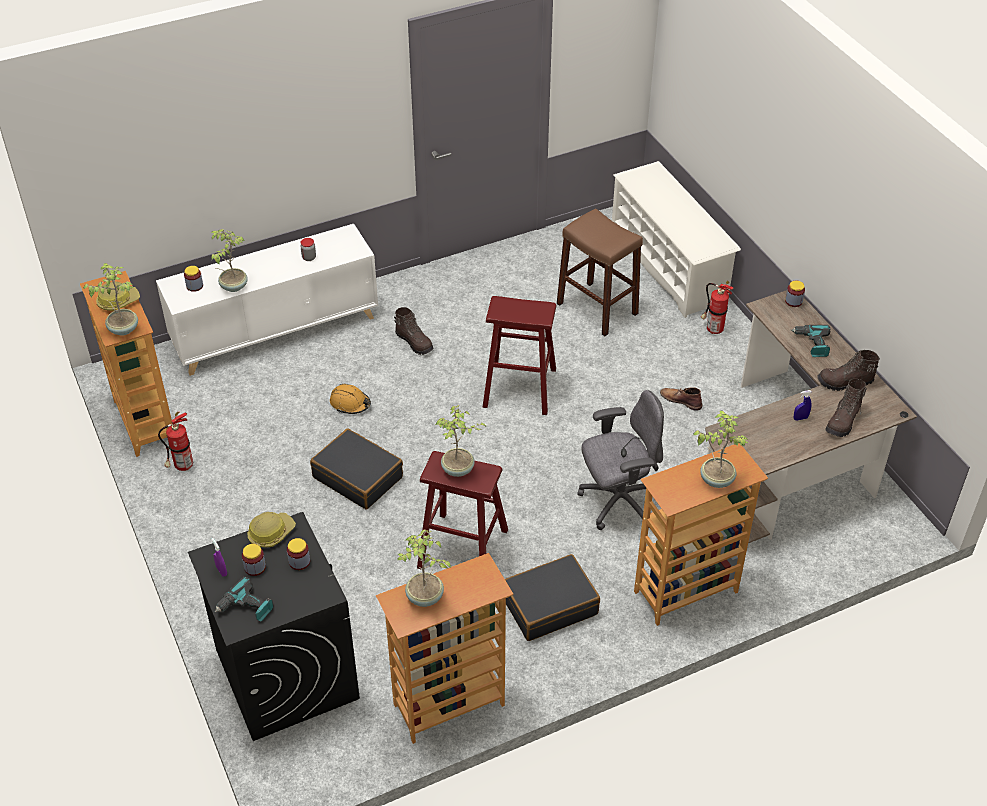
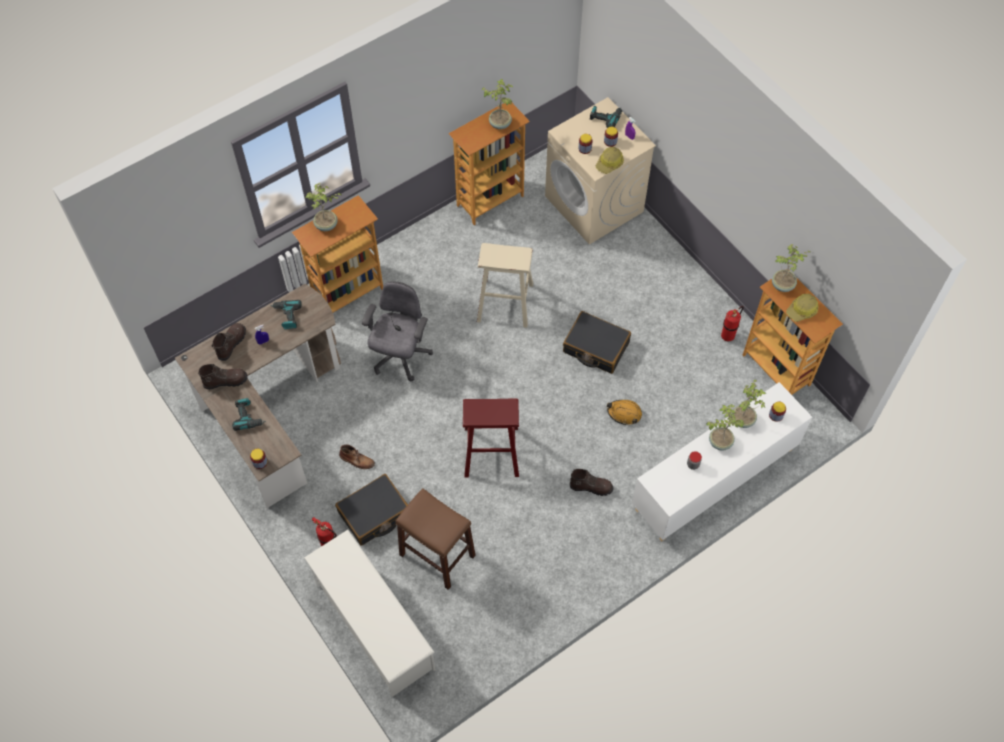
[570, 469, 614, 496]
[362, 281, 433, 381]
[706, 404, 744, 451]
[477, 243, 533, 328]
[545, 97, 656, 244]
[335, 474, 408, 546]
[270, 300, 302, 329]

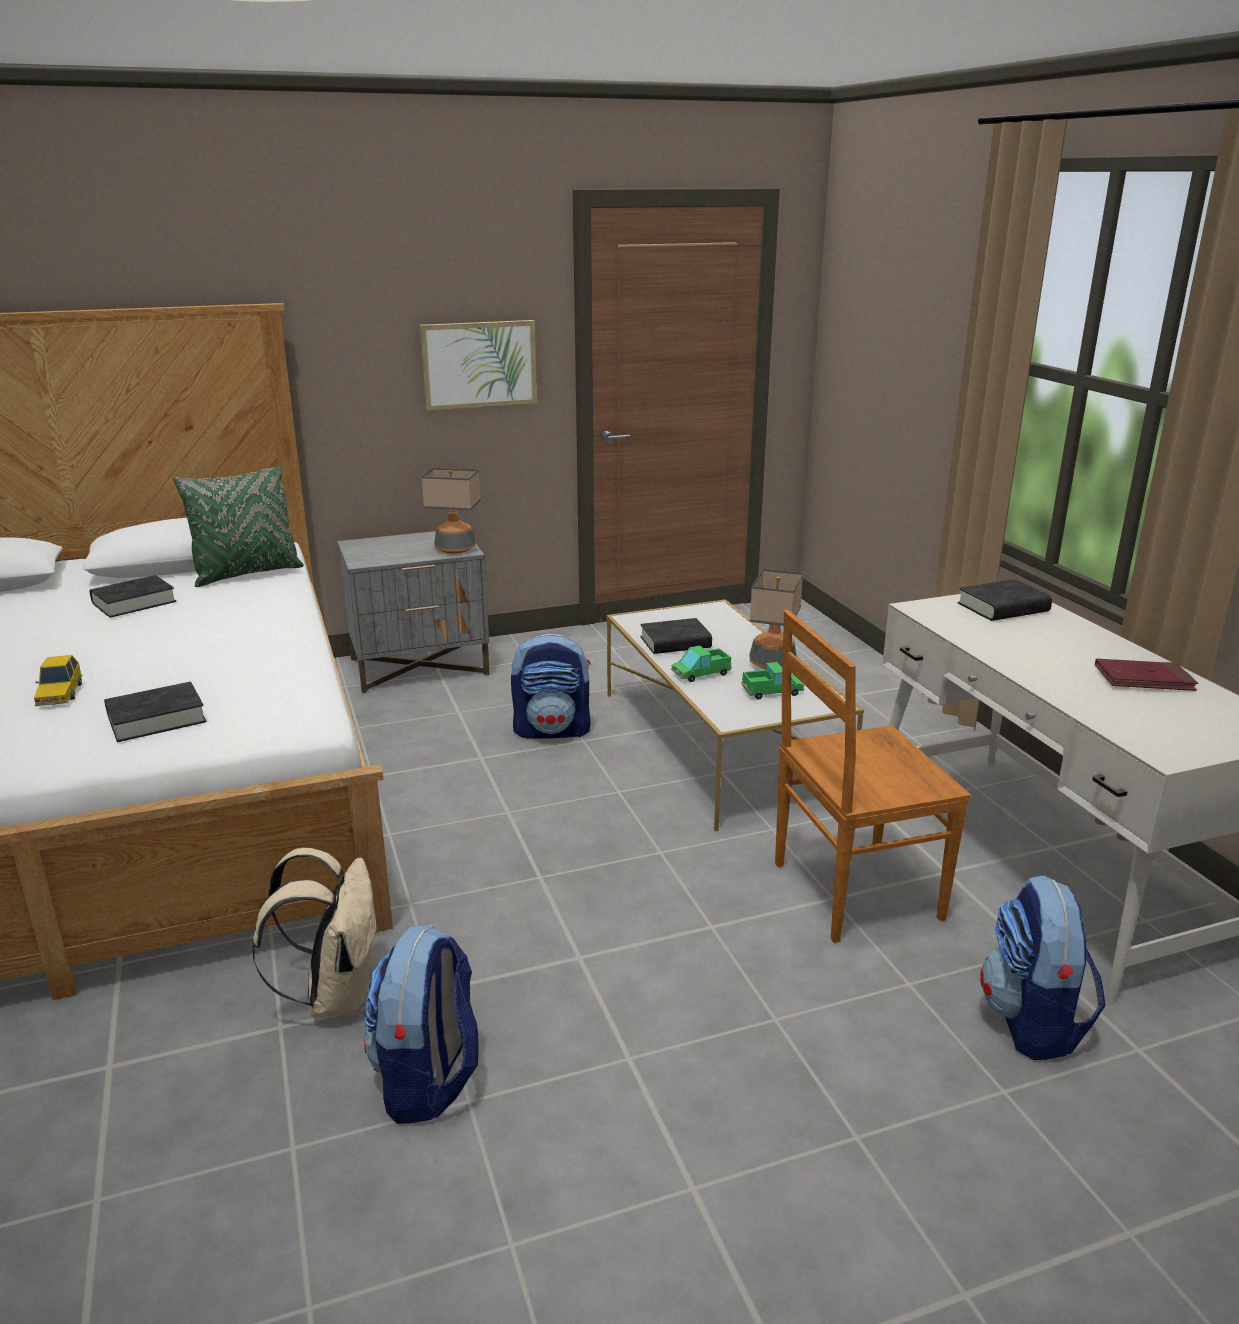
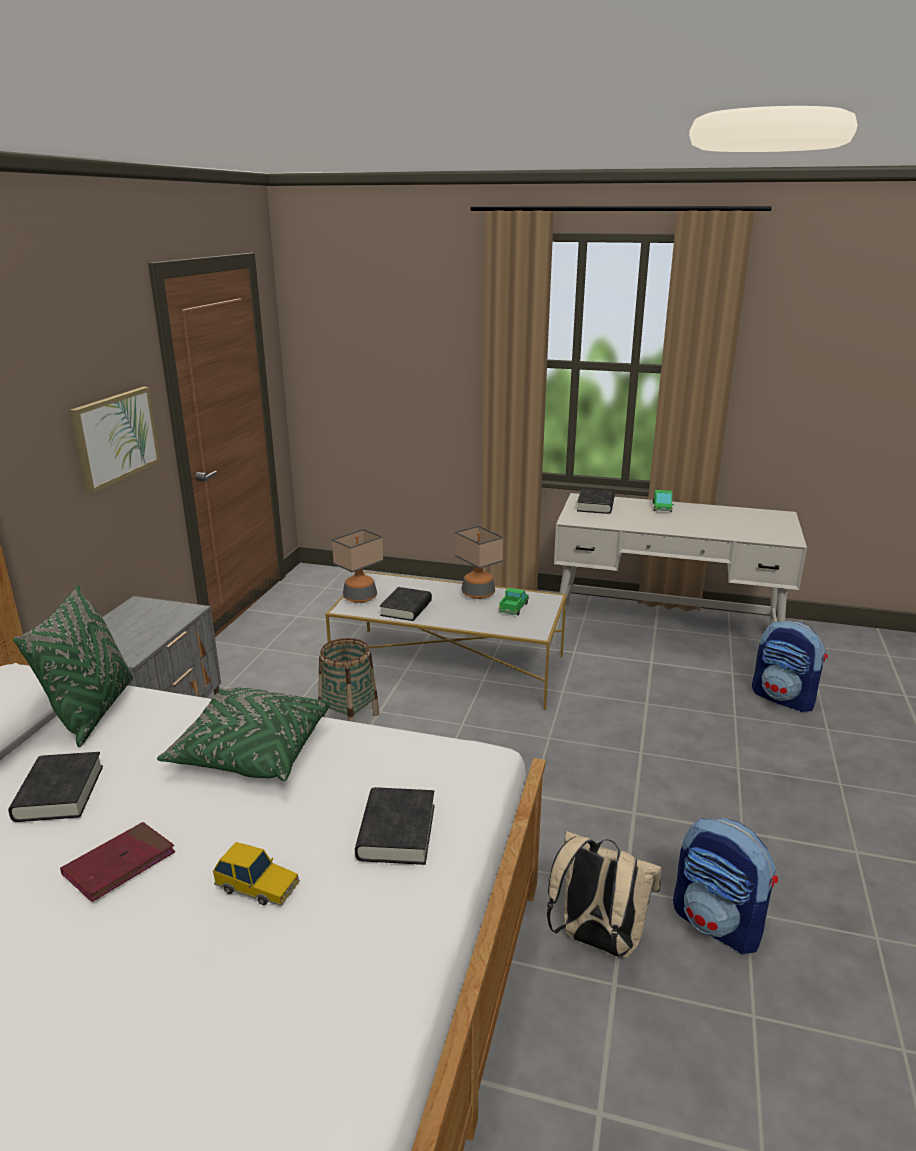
[332, 529, 383, 603]
[775, 610, 971, 943] (first image)
[318, 638, 379, 722]
[653, 490, 674, 512]
[60, 822, 175, 902]
[157, 688, 331, 781]

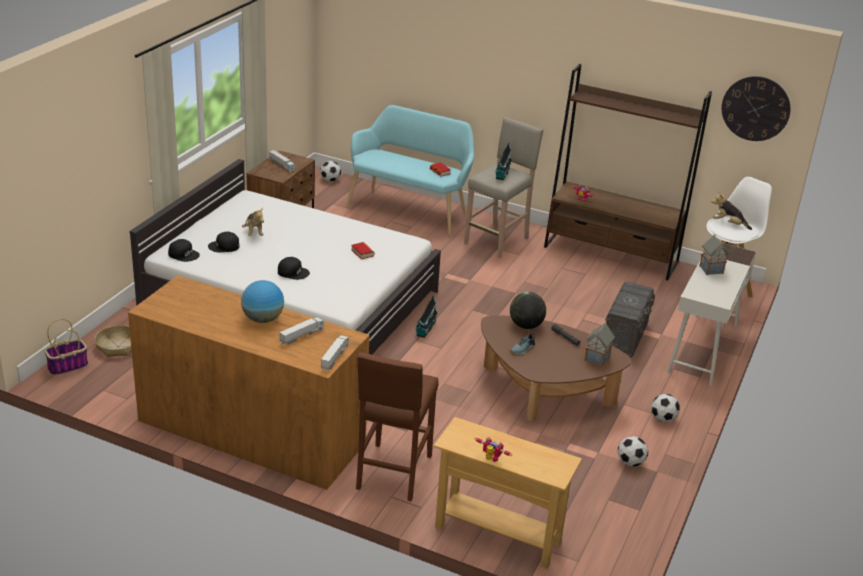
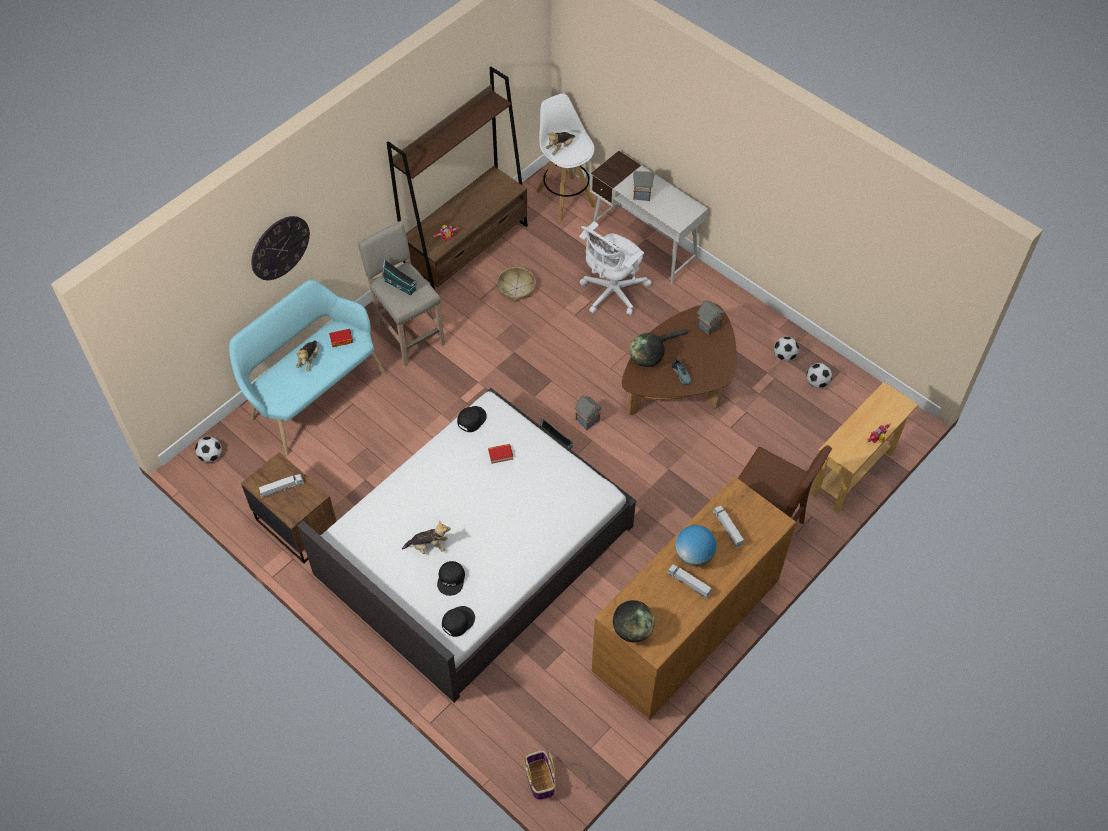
[251, 216, 310, 280]
[457, 406, 487, 432]
[579, 222, 651, 315]
[497, 267, 536, 302]
[667, 564, 712, 598]
[807, 363, 832, 388]
[296, 340, 319, 371]
[575, 395, 602, 430]
[613, 600, 654, 642]

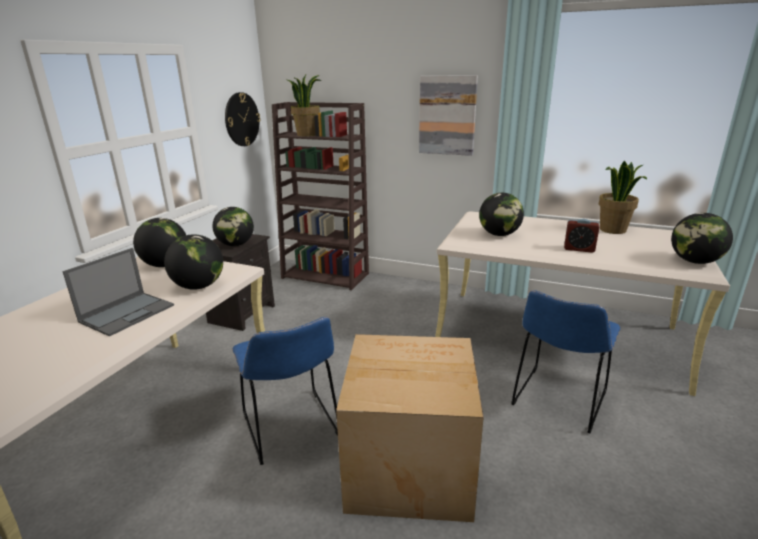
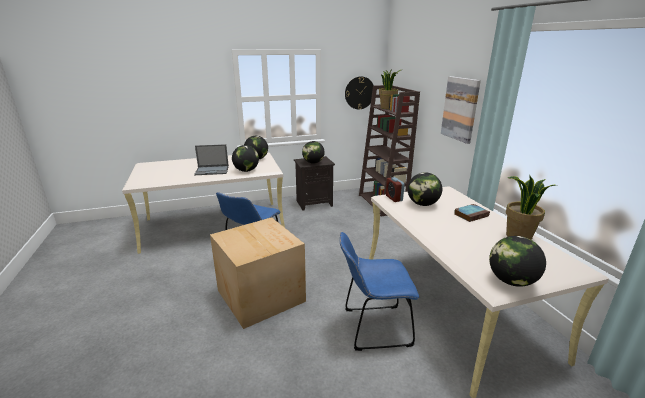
[386, 177, 405, 202]
[454, 204, 490, 222]

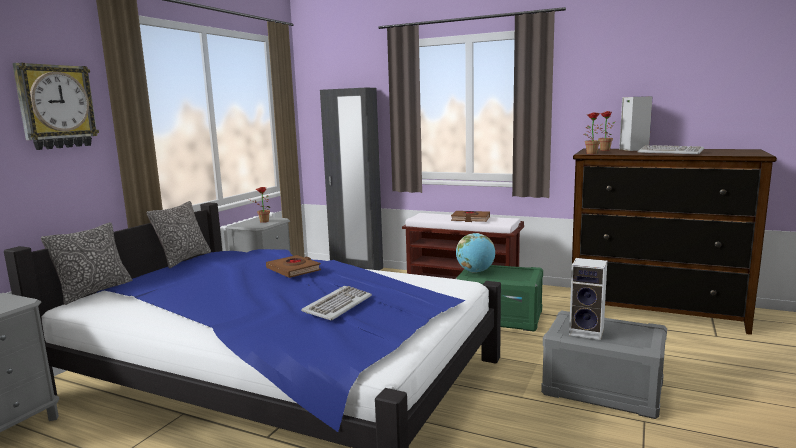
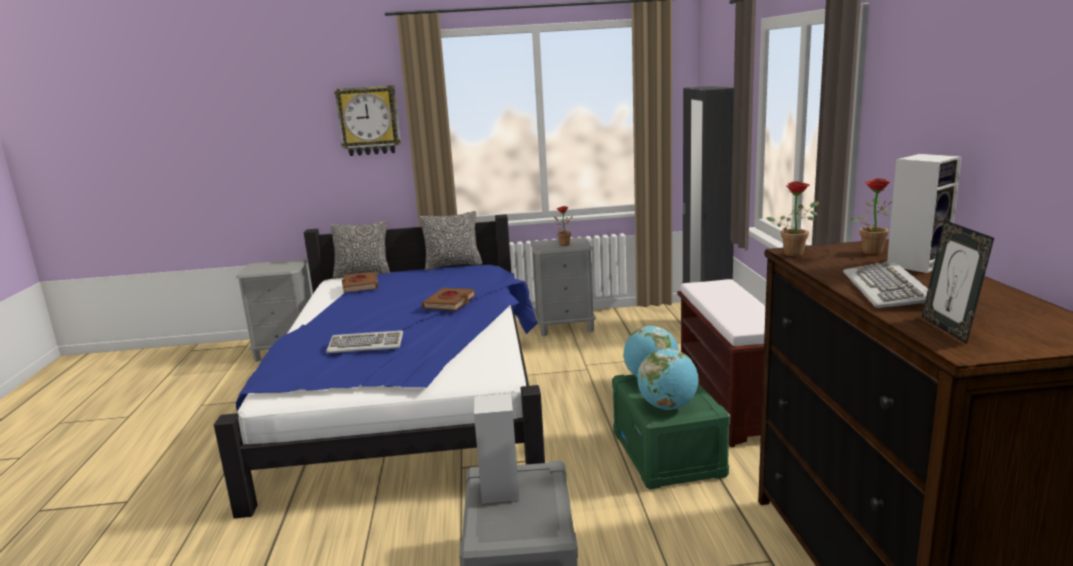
[342, 272, 378, 293]
[922, 220, 994, 344]
[637, 349, 699, 410]

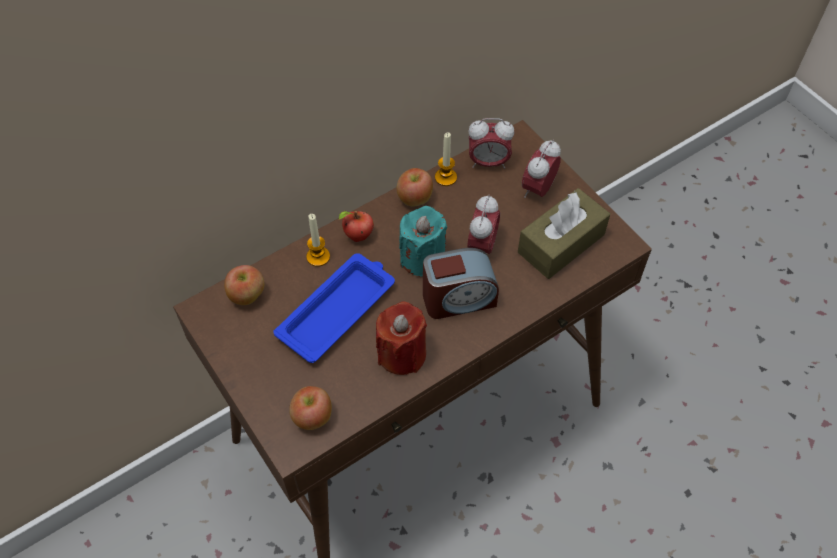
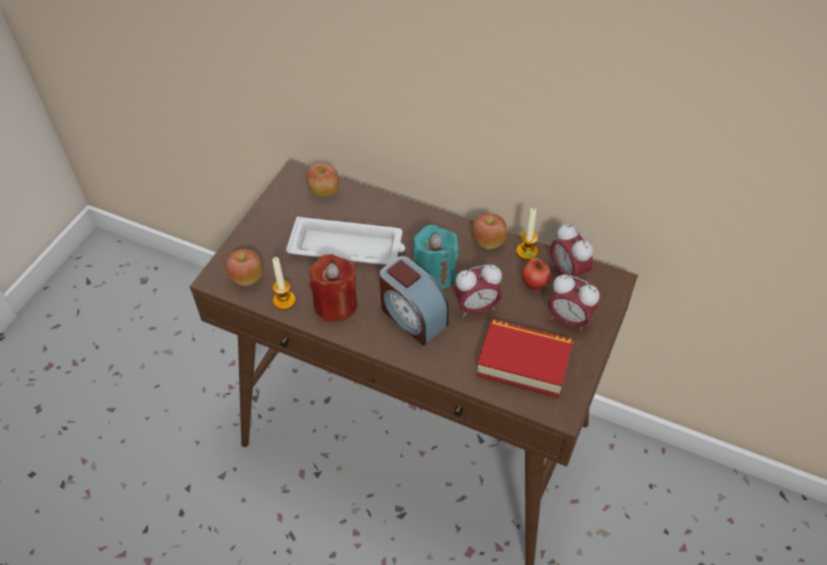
[548, 275, 600, 332]
[476, 319, 573, 398]
[520, 251, 551, 290]
[272, 257, 296, 310]
[286, 216, 405, 265]

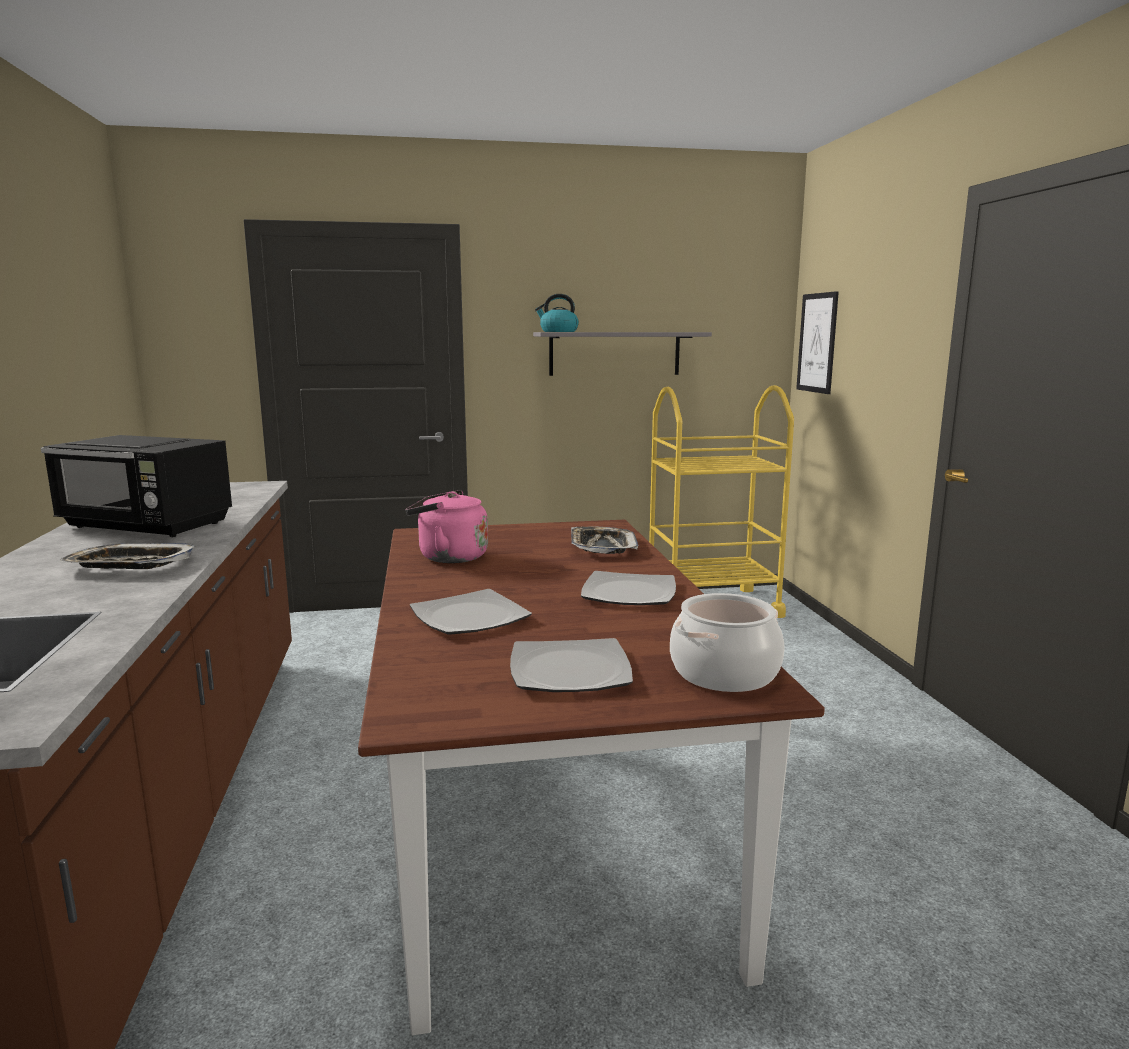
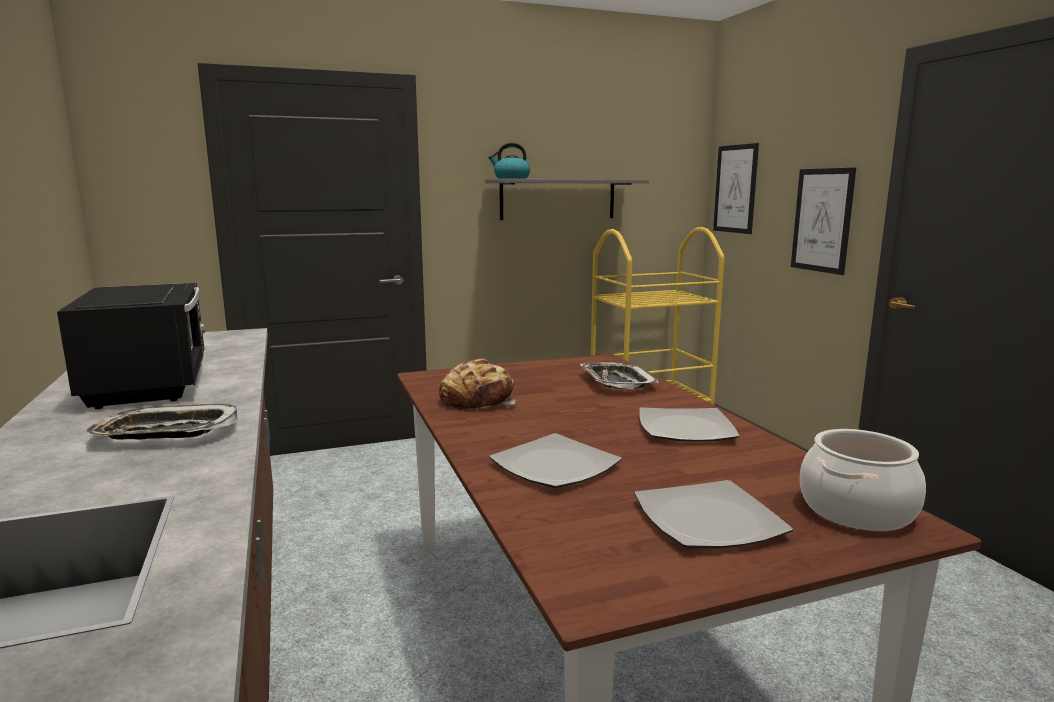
[57, 283, 205, 409]
[439, 359, 517, 411]
[791, 168, 856, 275]

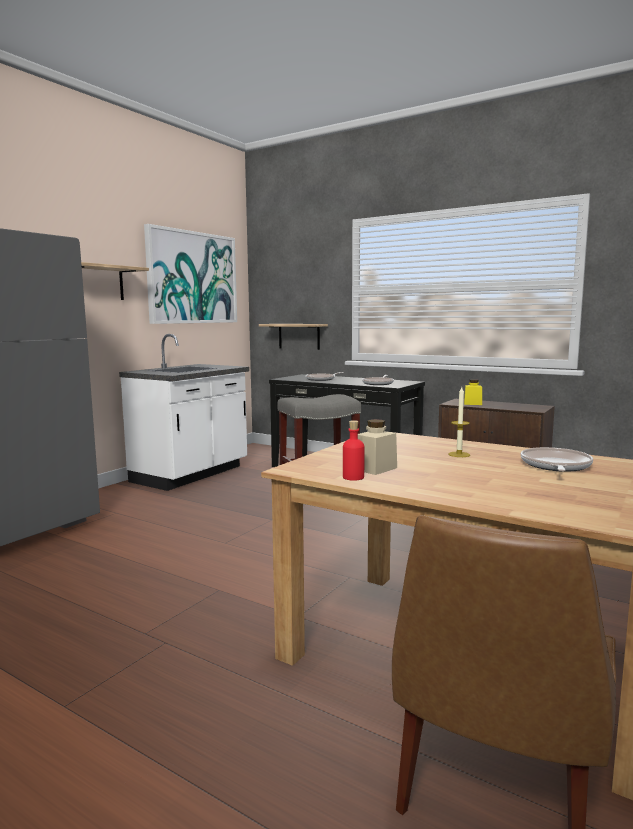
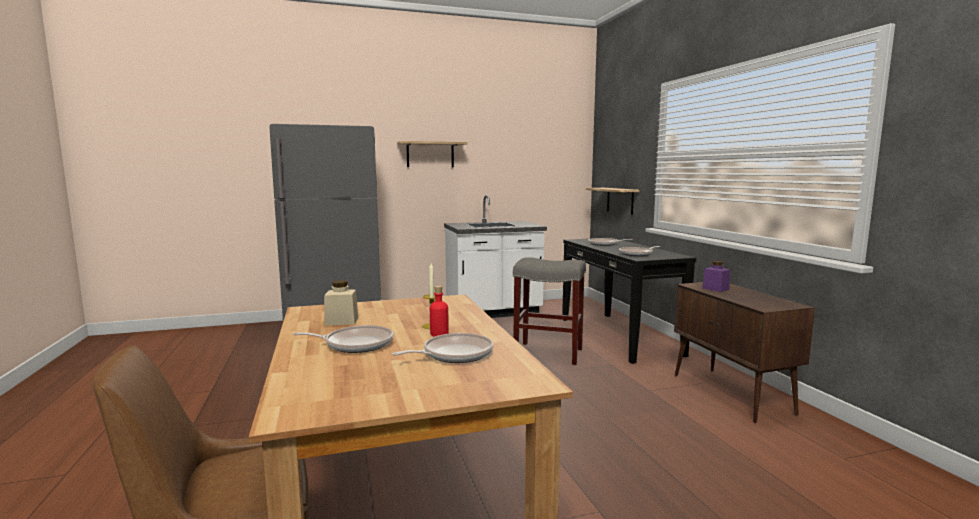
[144, 224, 237, 324] (first image)
[702, 261, 730, 292]
[430, 285, 449, 337]
[293, 325, 393, 353]

